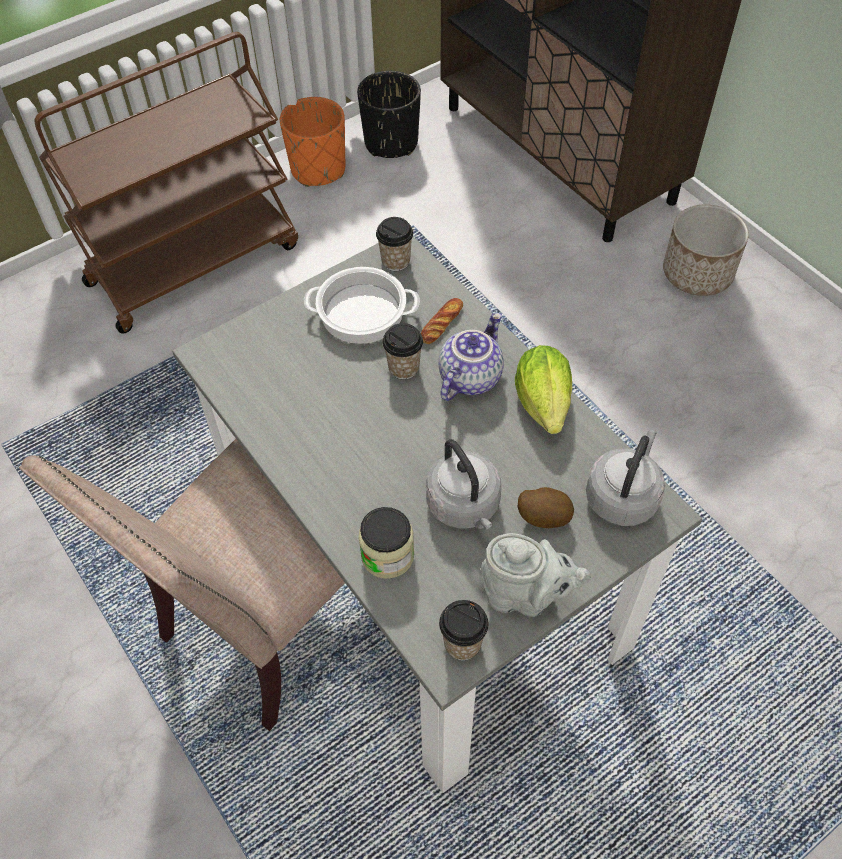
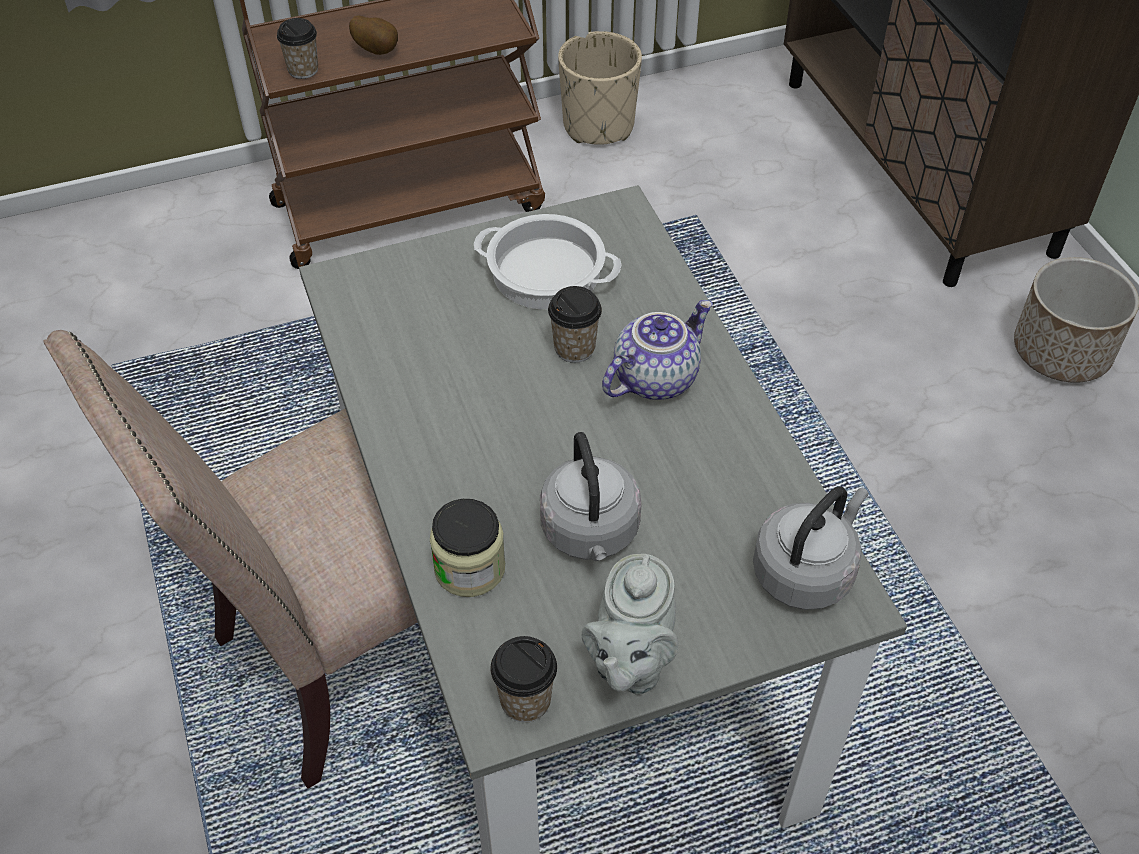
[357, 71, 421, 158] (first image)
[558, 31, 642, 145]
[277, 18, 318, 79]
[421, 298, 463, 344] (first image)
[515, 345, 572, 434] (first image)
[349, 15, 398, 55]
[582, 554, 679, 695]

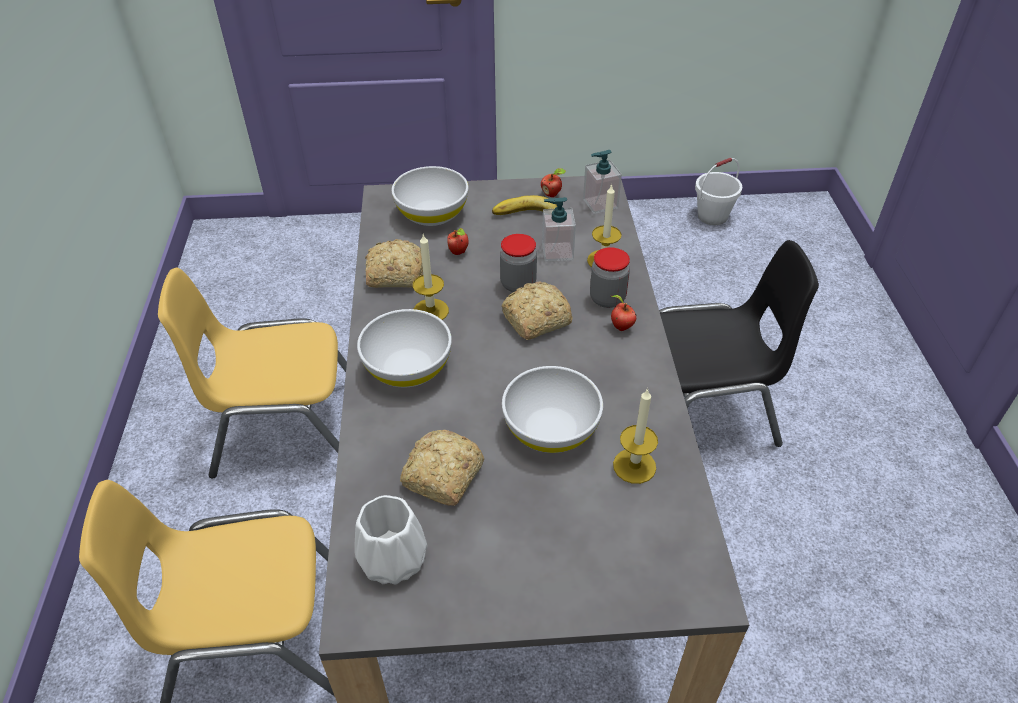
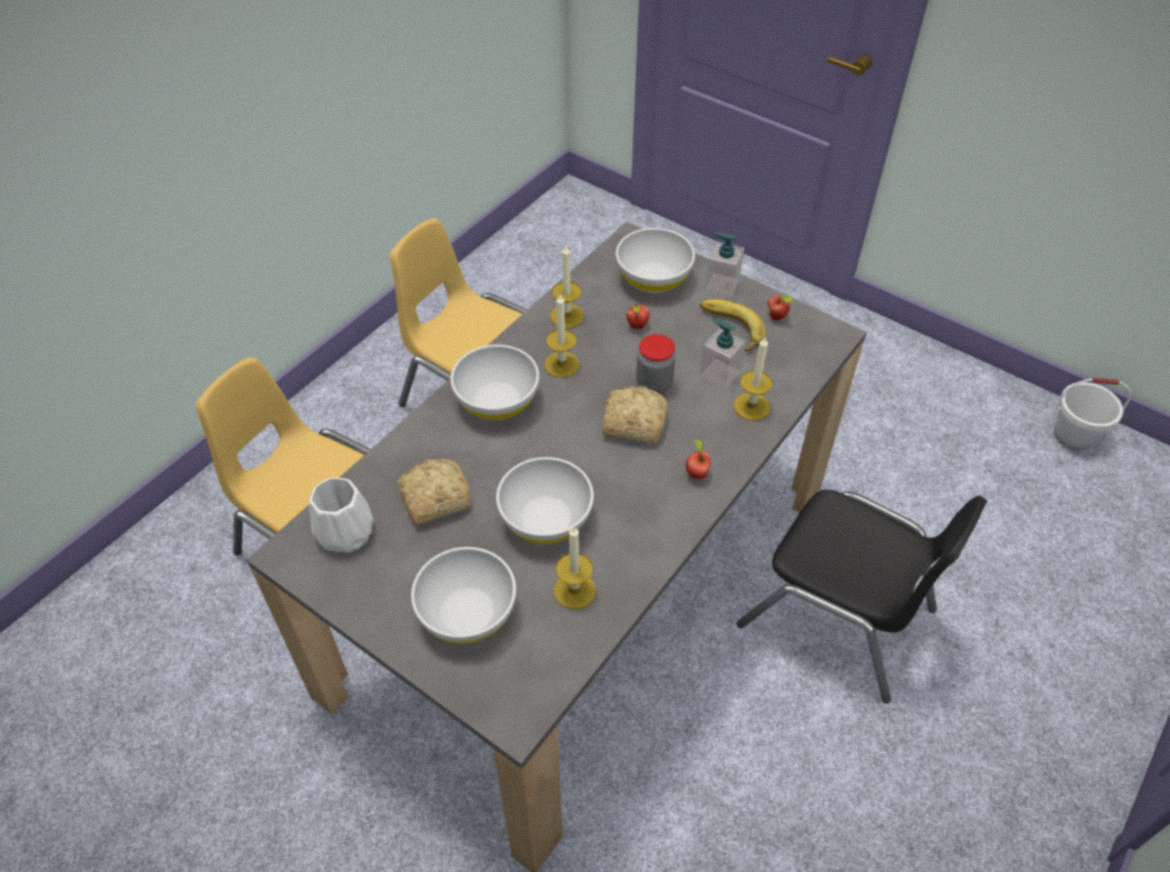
[705, 232, 744, 297]
[550, 246, 584, 328]
[590, 247, 630, 308] (first image)
[411, 547, 516, 644]

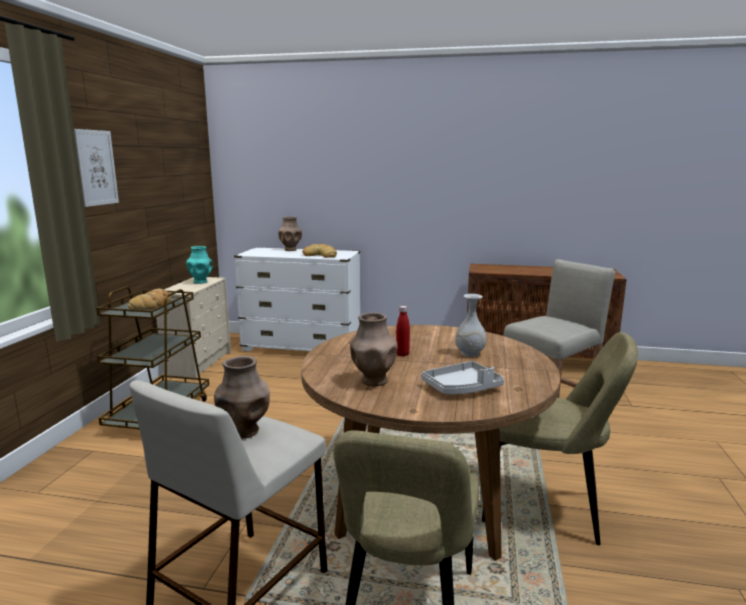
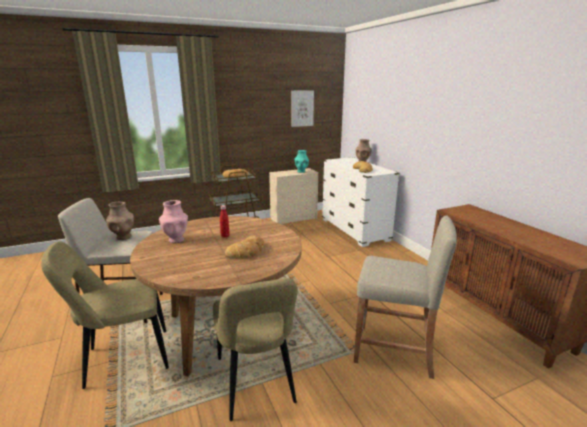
[292, 90, 314, 127]
[225, 235, 264, 259]
[159, 200, 188, 243]
[422, 361, 504, 394] (first image)

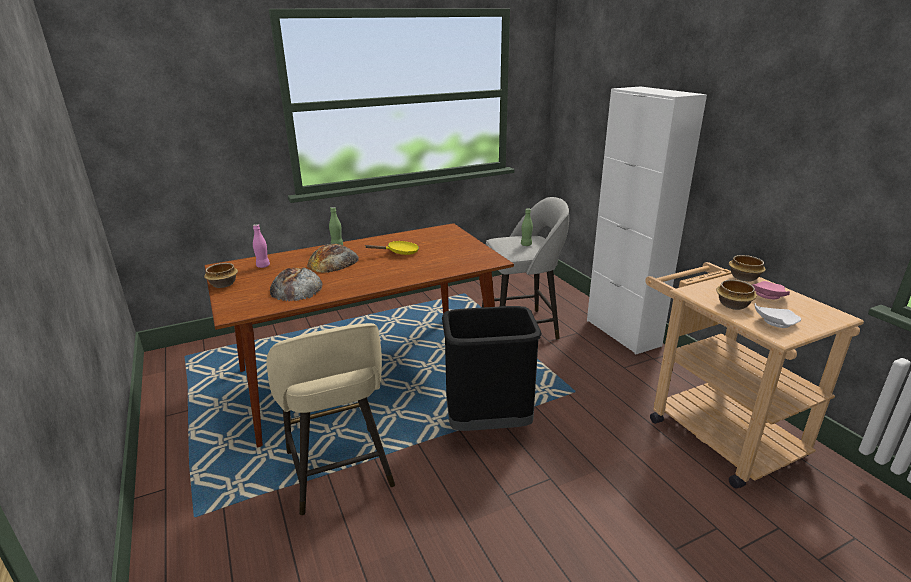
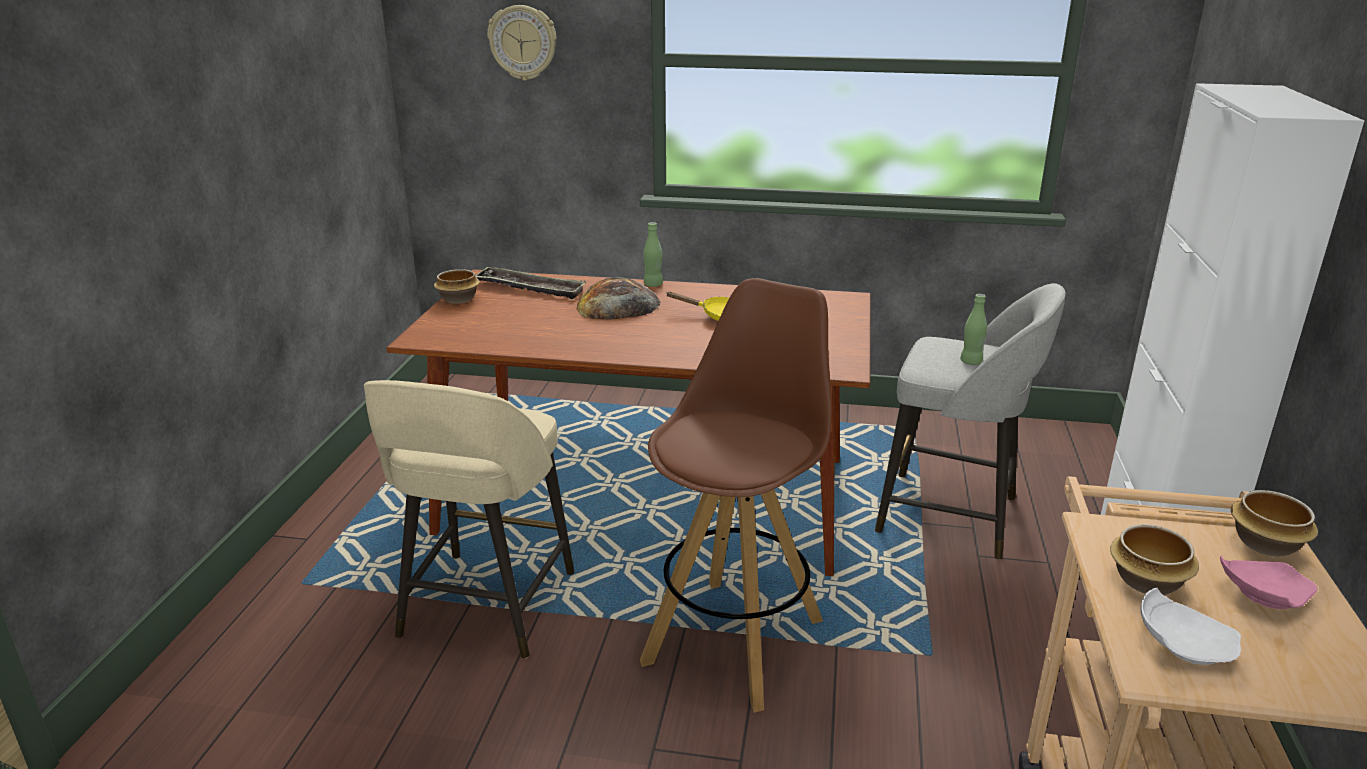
[475, 266, 586, 299]
[270, 267, 323, 302] (first image)
[640, 278, 832, 713]
[487, 5, 557, 81]

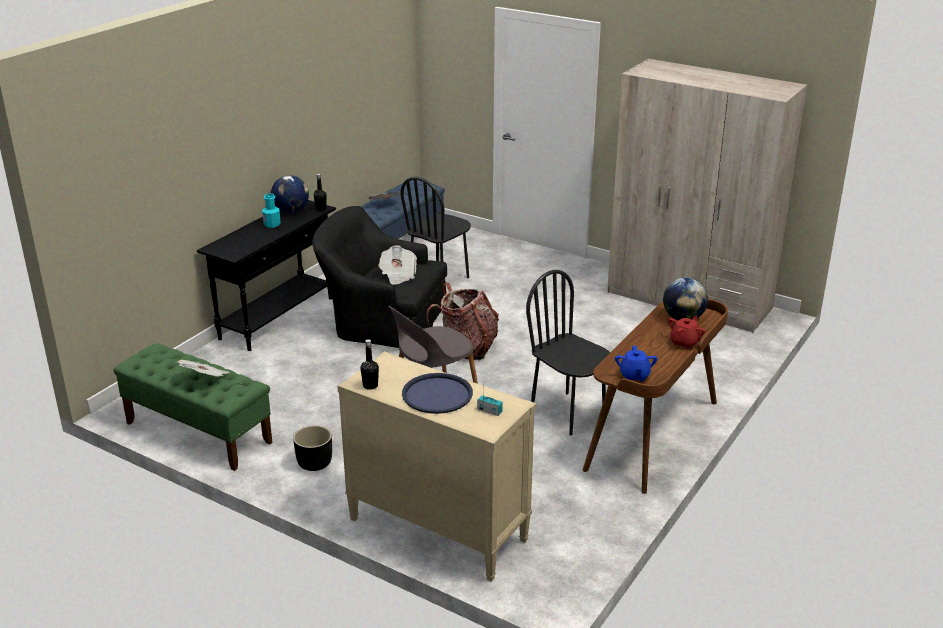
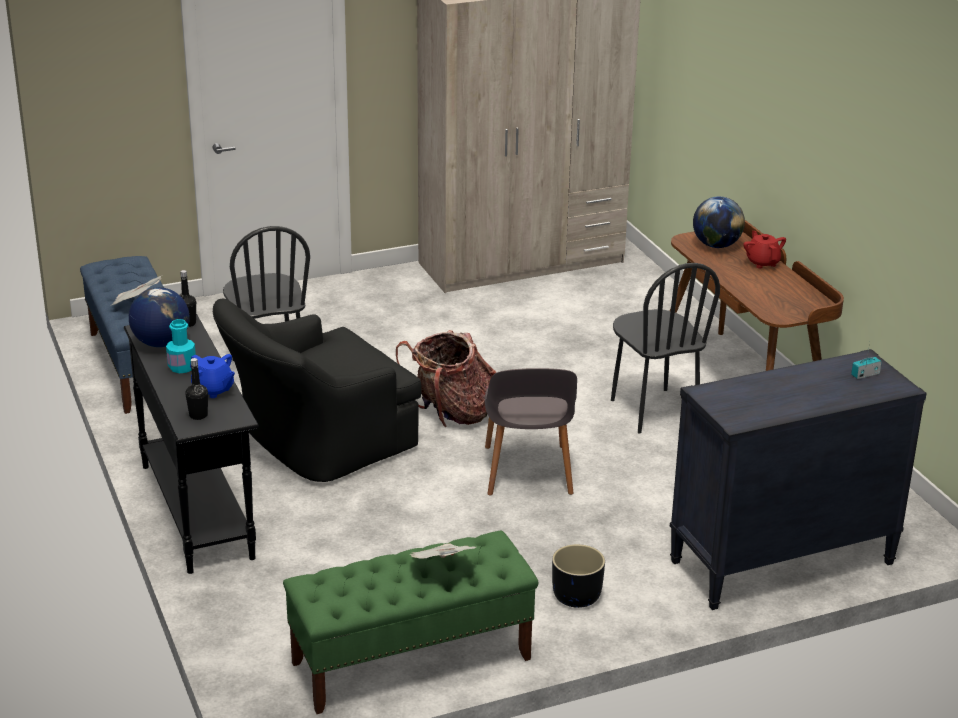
[378, 246, 417, 285] (first image)
[611, 263, 720, 434]
[185, 358, 208, 420]
[190, 354, 235, 398]
[670, 349, 927, 610]
[402, 373, 473, 414] (first image)

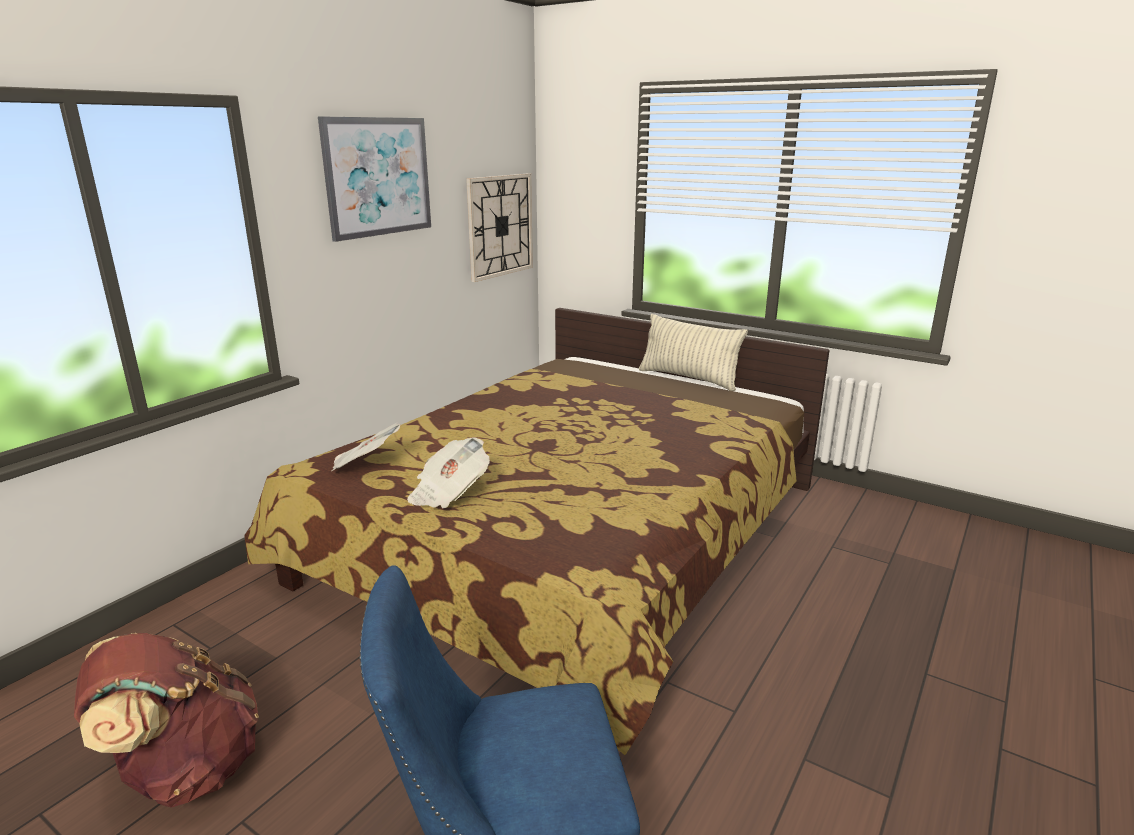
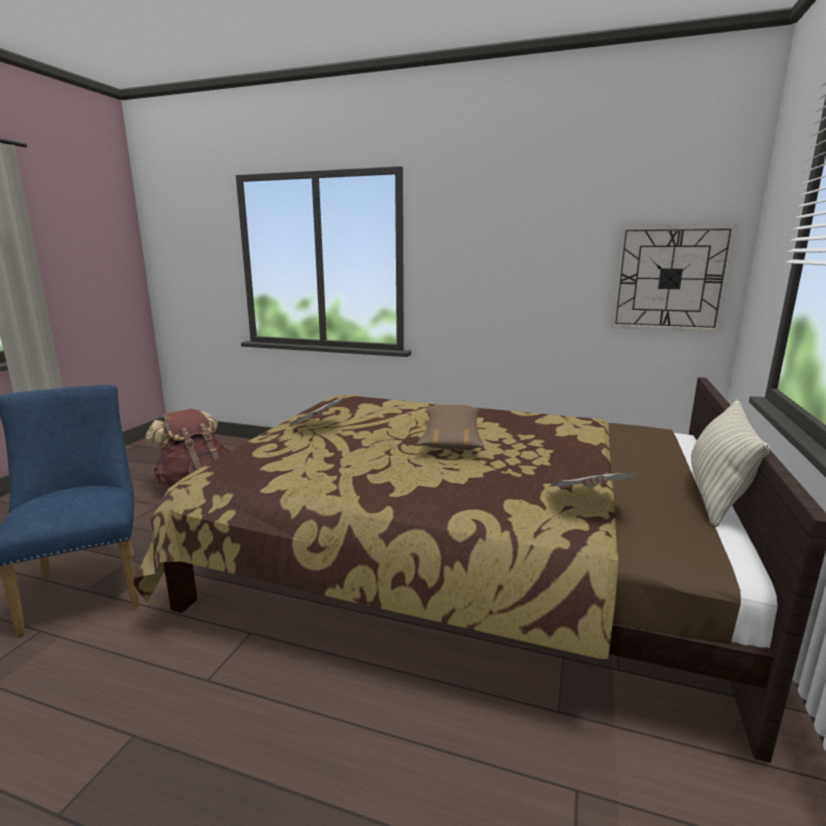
[318, 116, 431, 242] (first image)
[548, 473, 636, 488]
[417, 405, 484, 450]

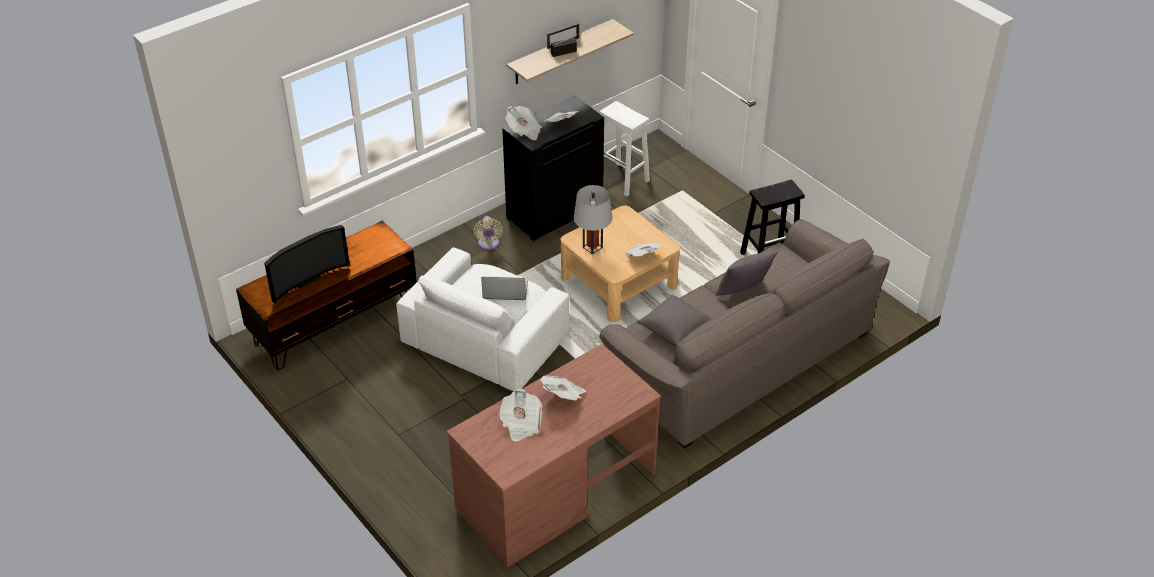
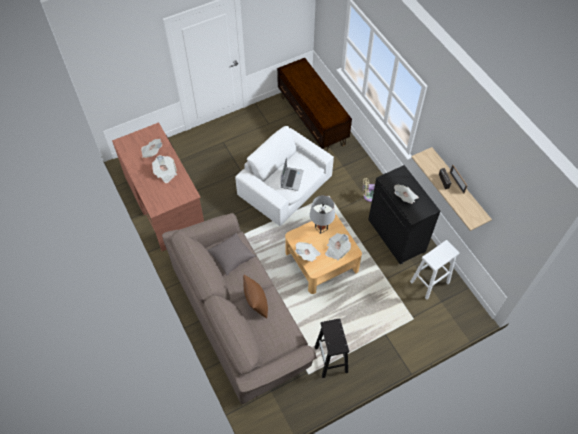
[325, 233, 351, 261]
[264, 225, 350, 304] (first image)
[243, 275, 268, 318]

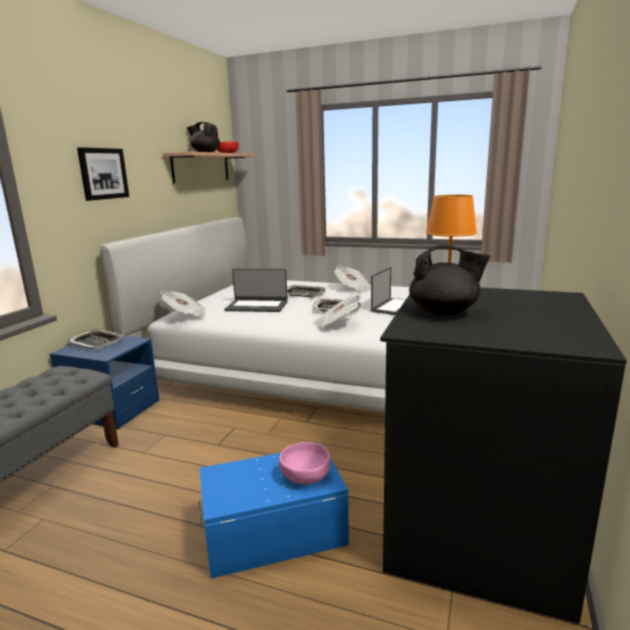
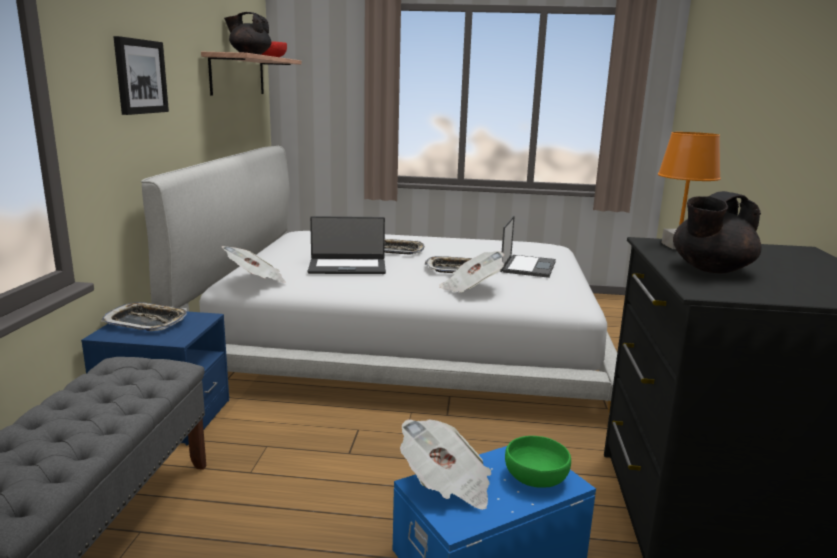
[673, 191, 762, 273]
[400, 419, 491, 510]
[505, 436, 571, 488]

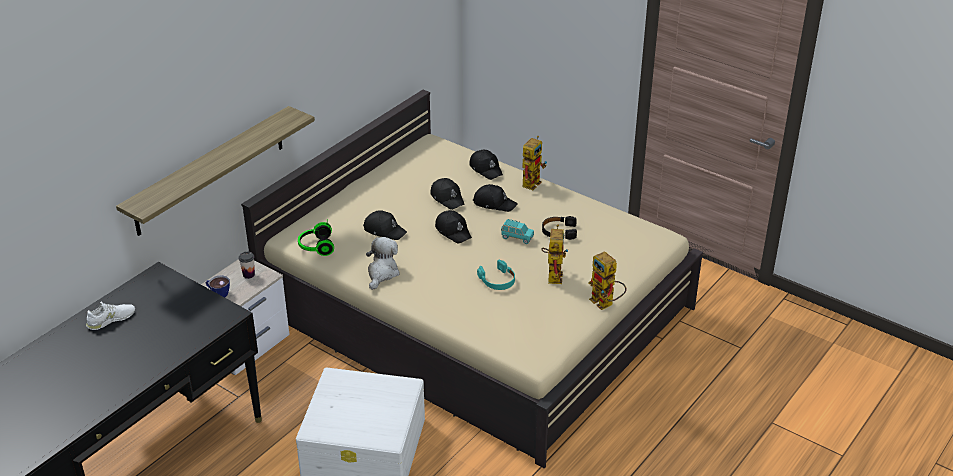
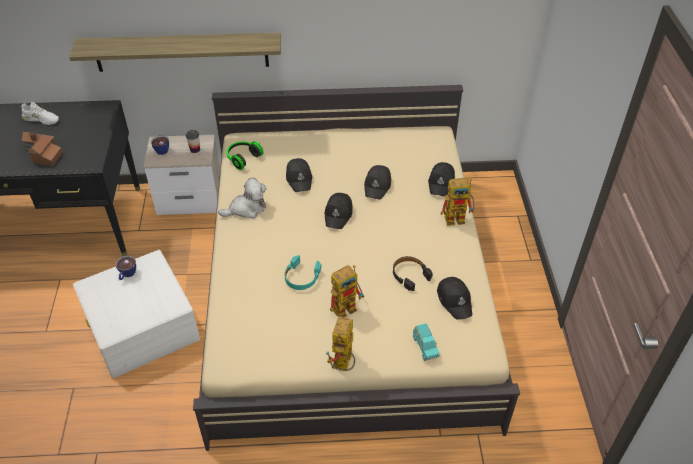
[437, 277, 472, 320]
[413, 323, 440, 361]
[22, 132, 63, 166]
[116, 255, 136, 280]

